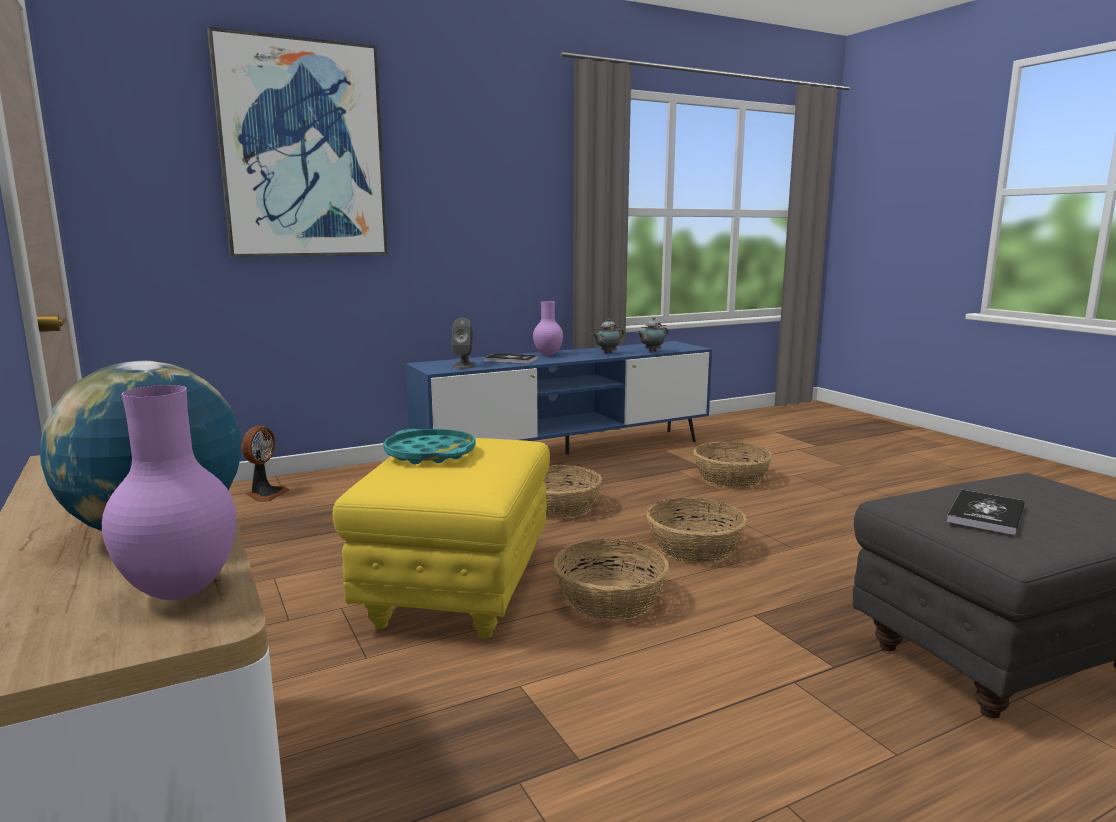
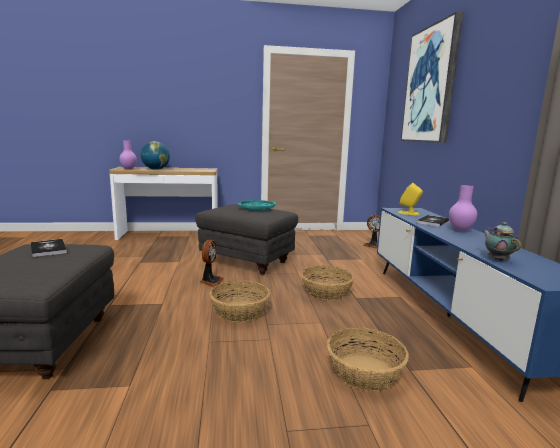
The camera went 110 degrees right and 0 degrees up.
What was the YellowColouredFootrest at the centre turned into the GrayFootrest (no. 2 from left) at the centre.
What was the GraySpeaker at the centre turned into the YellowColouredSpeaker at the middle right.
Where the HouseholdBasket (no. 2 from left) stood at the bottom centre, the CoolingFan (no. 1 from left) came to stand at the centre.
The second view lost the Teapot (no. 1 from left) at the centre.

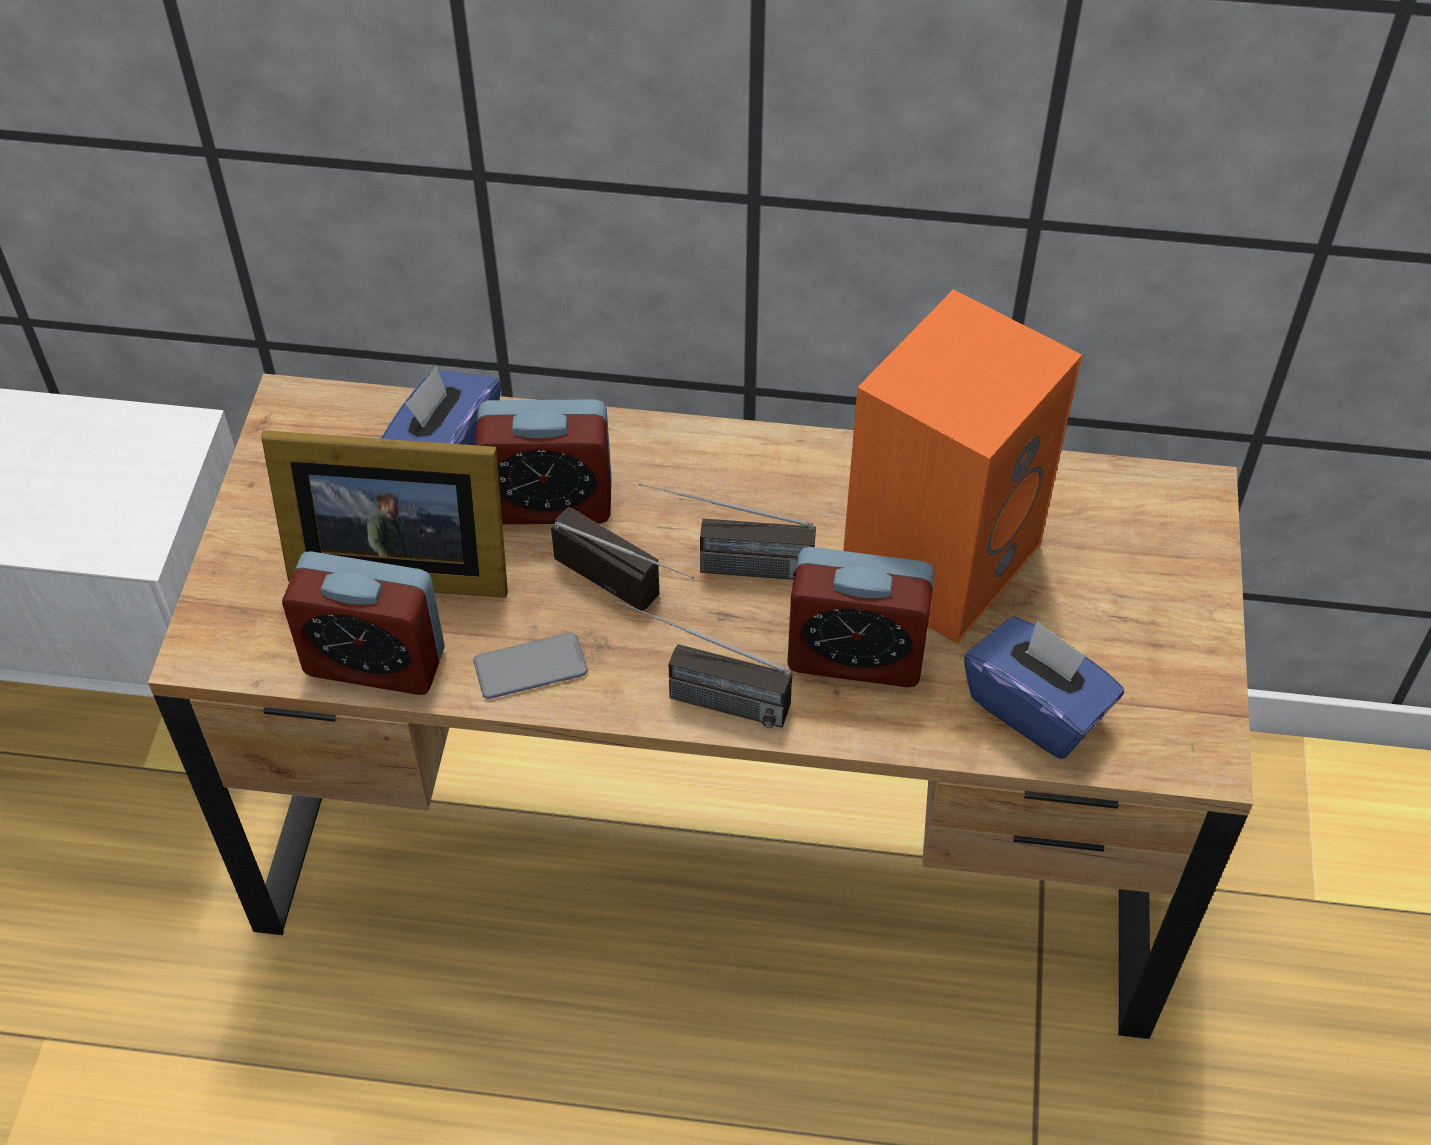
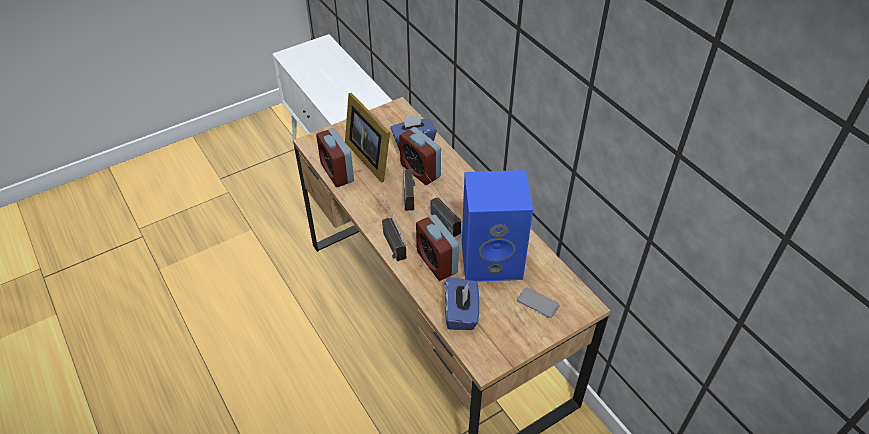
The camera went 50 degrees right and 5 degrees down.
The Telephone ended up elsewhere, having gone from the centre to the bottom centre.
What was the OrangeColouredSpeaker at the middle right turned into the BlueSpeaker at the centre.

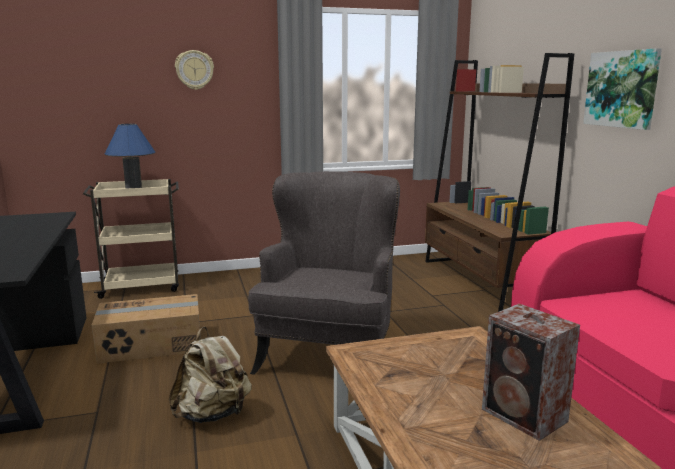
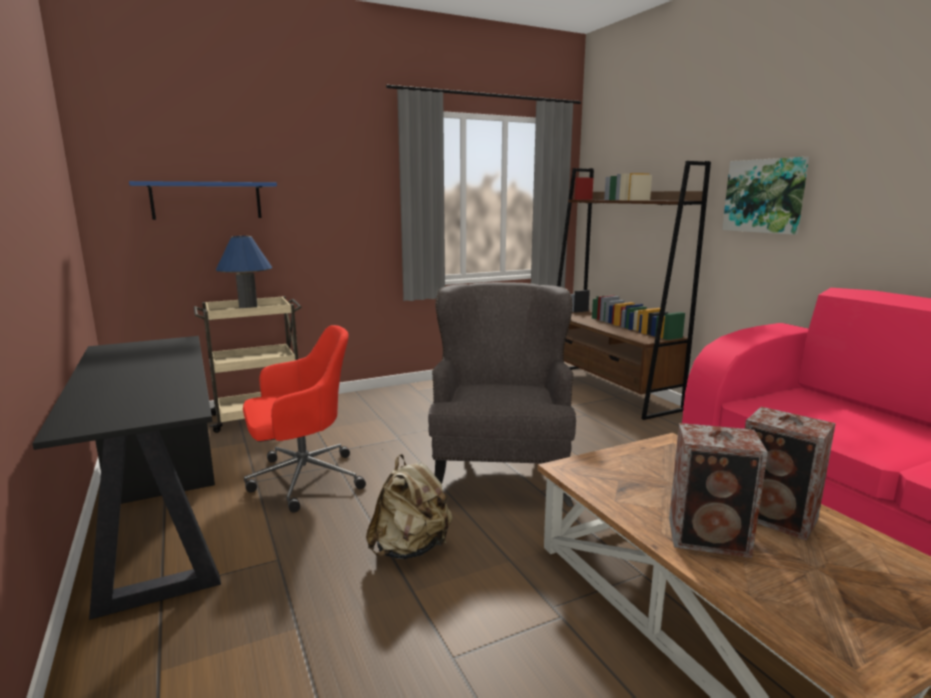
The camera went 10 degrees left and 0 degrees up.
Where the CardboardBox stood at the bottom left, the ReddishDeskChair came to stand at the middle left.
The second view lost the WallClock at the top left.
The second view gained the BlueBracketShelf at the top left.
The second view gained the Speaker (no. 1 from left) at the bottom right.

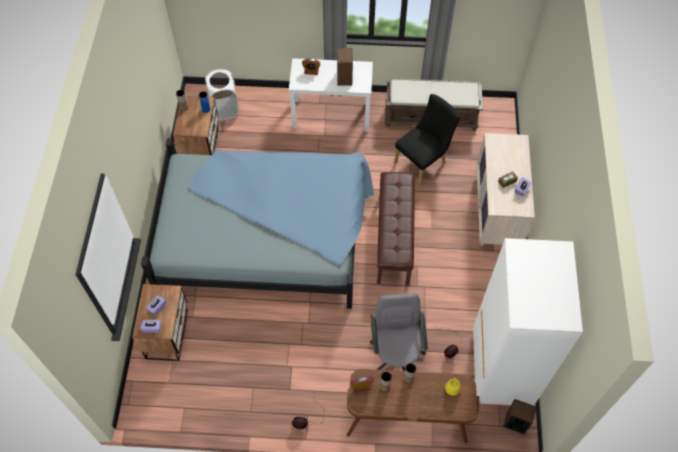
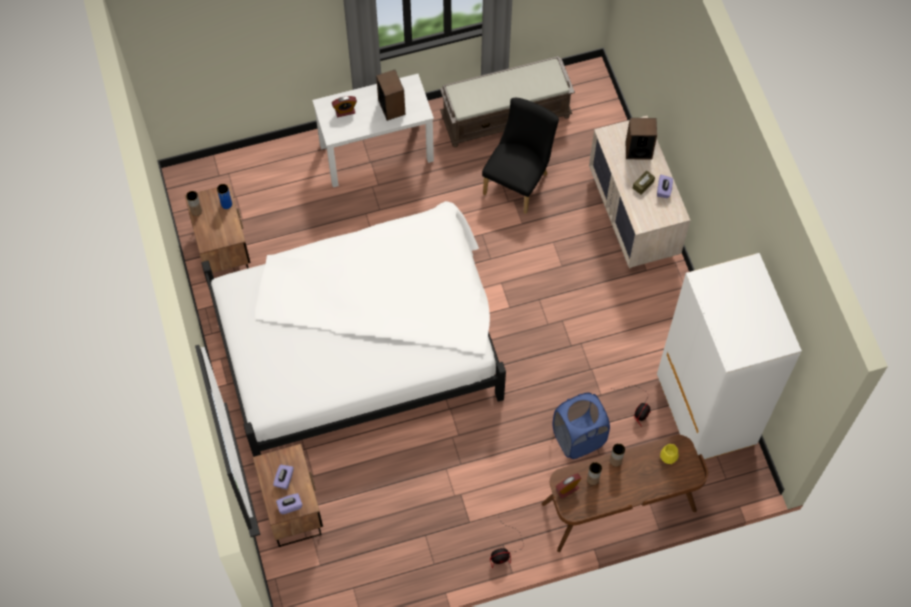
The camera went 20 degrees left and 5 degrees up.
What was the BlueBedroomBed at the centre turned into the WhitishBedroomBed at the centre.
The second view lost the WhitishHamper at the top left.
Where the GrayDeskChair stood at the bottom centre, the BlueHamper came to stand at the bottom centre.
The second view lost the BrownColouredIndoorBench (no. 1 from left) at the centre.
The Speaker (no. 2 from left) ended up elsewhere, having gone from the bottom right to the top right.

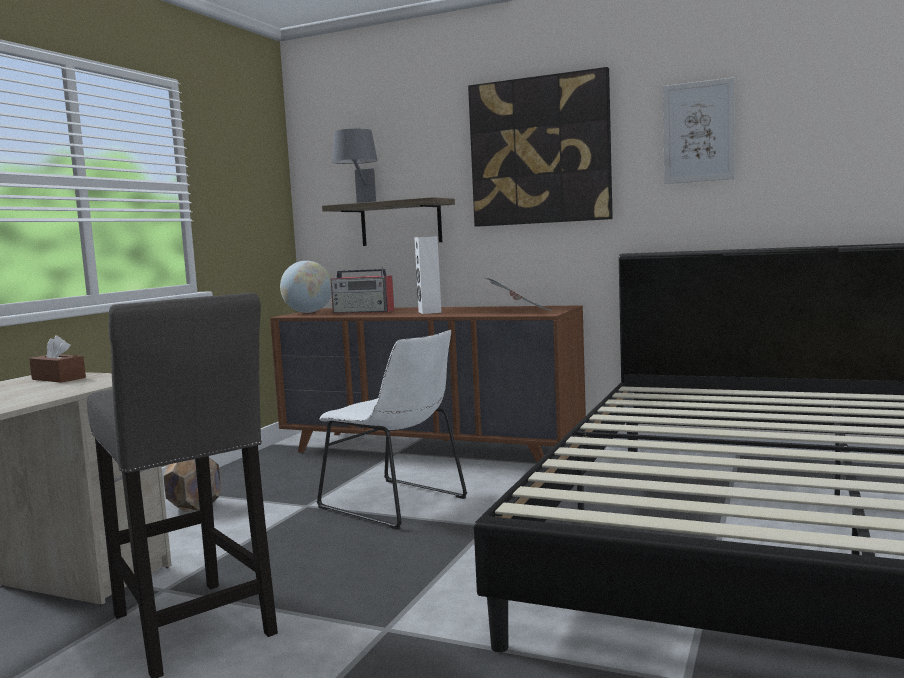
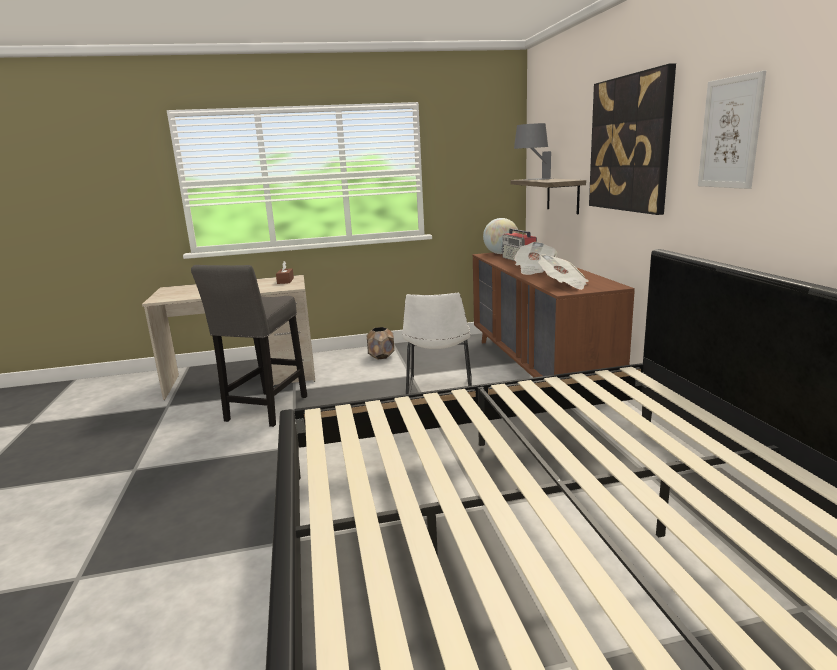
The camera went 55 degrees right and 10 degrees up.
Where the WhitishSpeaker stood at the centre, the PrintedPaper (no. 1 from left) came to stand at the centre.

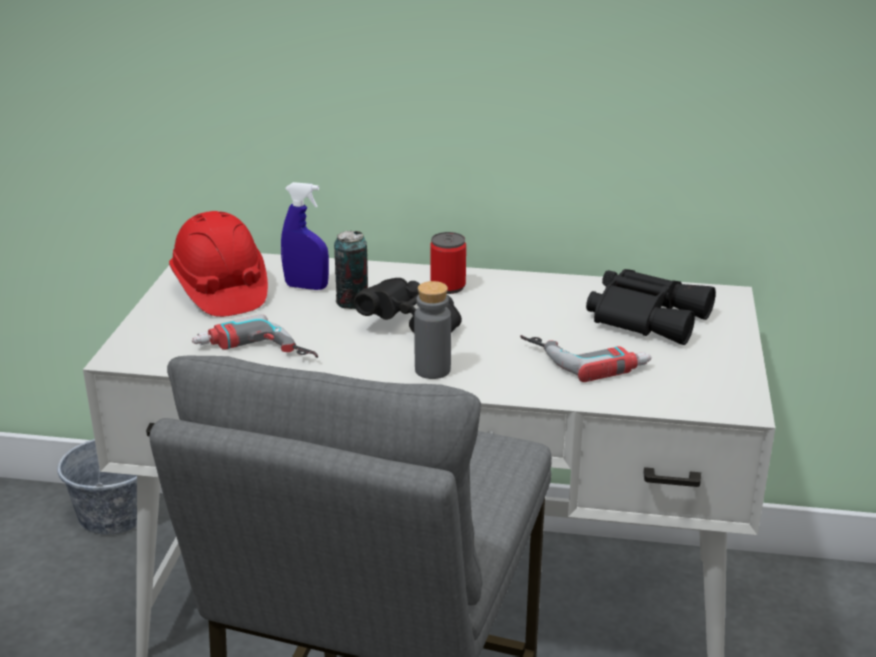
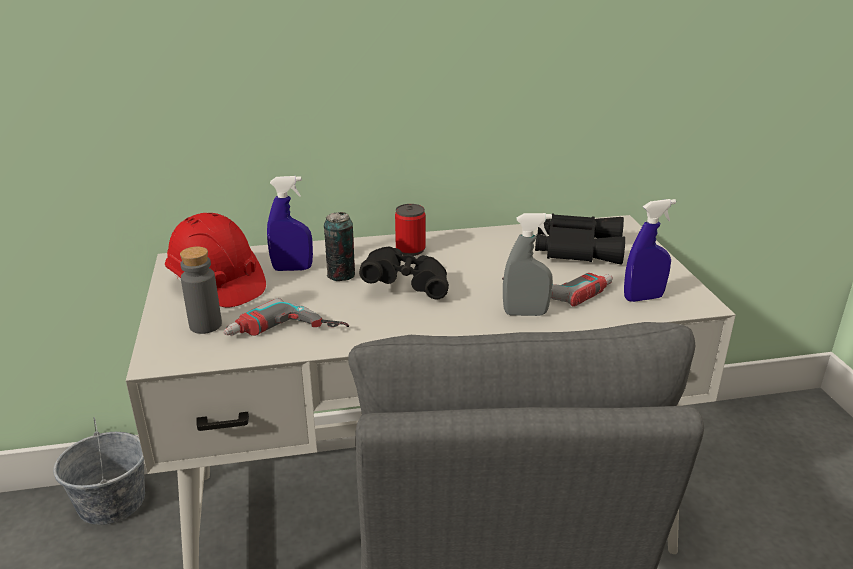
The camera went 20 degrees left and 0 degrees up.
The GrayBeverageBottle ended up elsewhere, having gone from the centre to the middle left.
The second view gained the GraySprayBottle at the centre.
The second view gained the BlueSprayBottle (no. 2 from left) at the middle right.

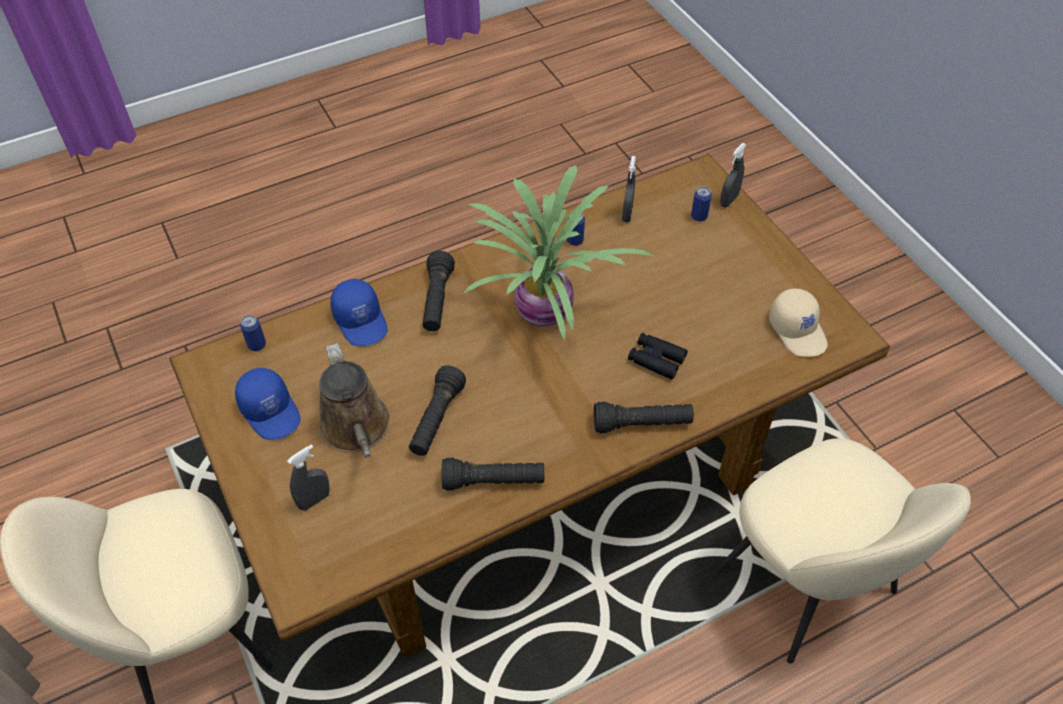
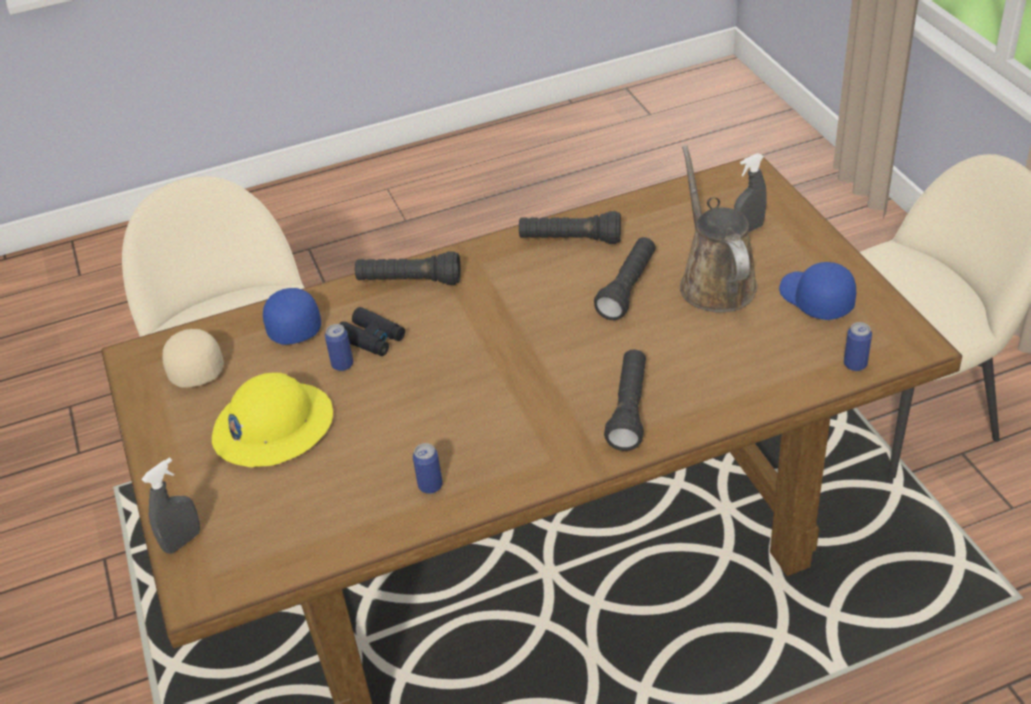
The camera went 170 degrees left and 10 degrees down.
The BluePeakedCap (no. 2 from left in the first image) ended up elsewhere, having gone from the centre to the middle left.
The second view lost the Houseplant at the centre.
The second view lost the GraySprayBottle (no. 2 from left) at the top centre.
The SealedCan (no. 3 from left in the first image) ended up elsewhere, having gone from the top centre to the middle left.
The second view gained the YellowColouredWorkHelmet at the middle left.

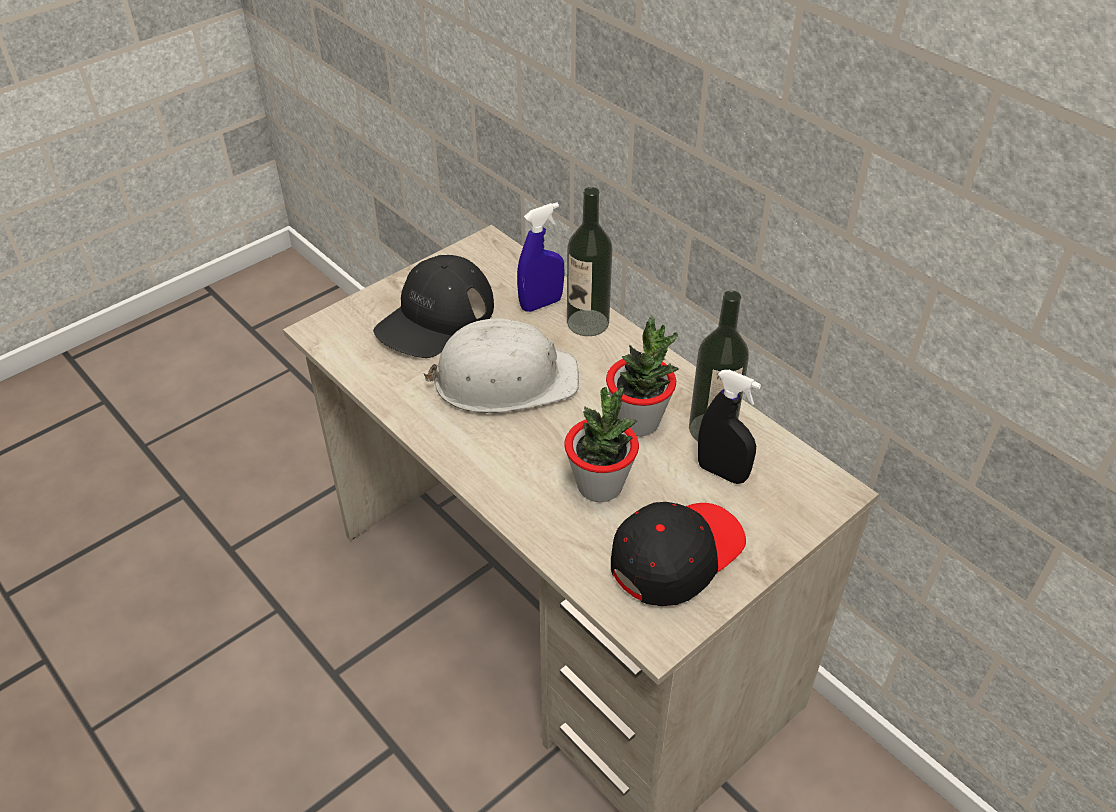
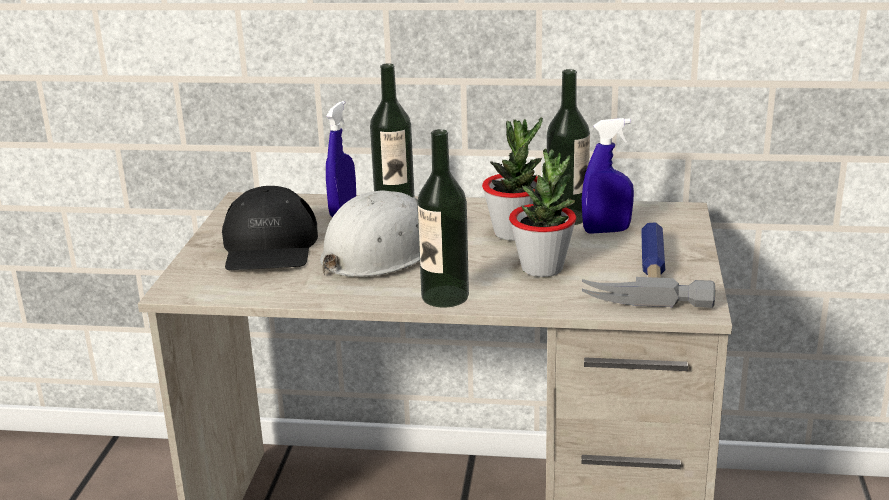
The camera went 40 degrees left and 20 degrees down.
Where the BlackColouredPeakedCap (no. 2 from left) stood at the bottom centre, the HandHammer came to stand at the middle right.
What was the BlackColouredSprayBottle at the centre turned into the BlueSprayBottle (no. 2 from left) at the middle right.
The second view gained the BeverageBottle (no. 2 from left) at the centre.

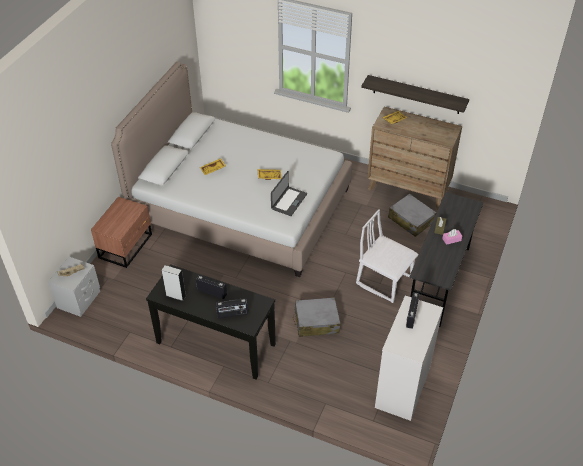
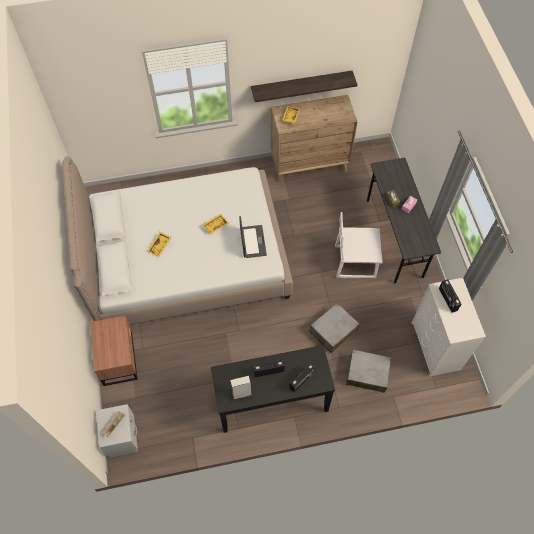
The camera went 35 degrees left and 15 degrees up.
The GraySuitcase (no. 2 from left) ended up elsewhere, having gone from the middle right to the bottom right.

